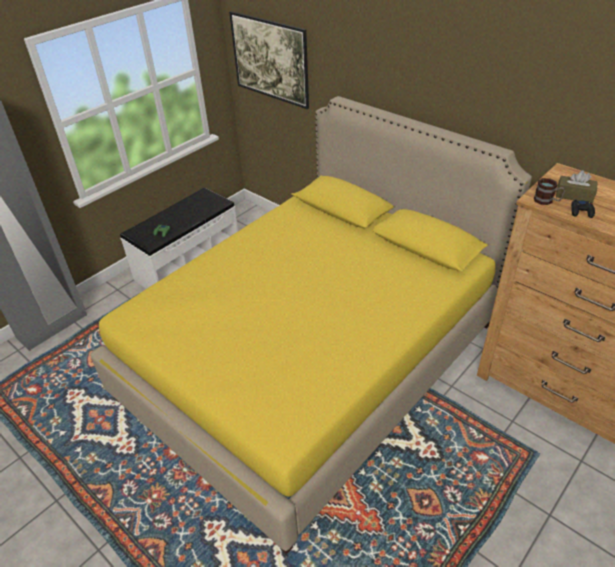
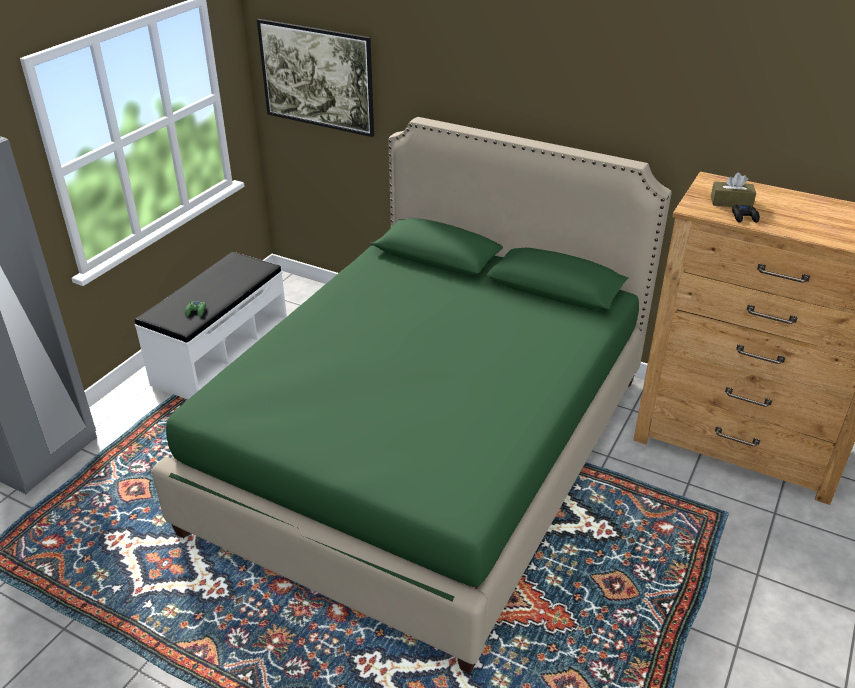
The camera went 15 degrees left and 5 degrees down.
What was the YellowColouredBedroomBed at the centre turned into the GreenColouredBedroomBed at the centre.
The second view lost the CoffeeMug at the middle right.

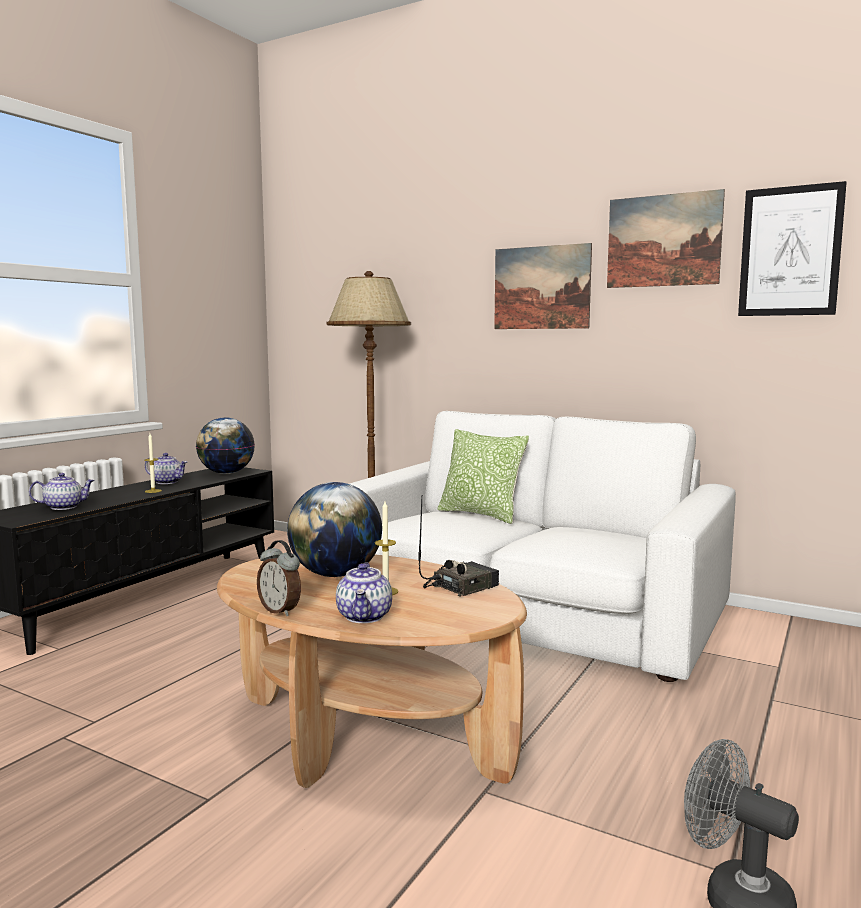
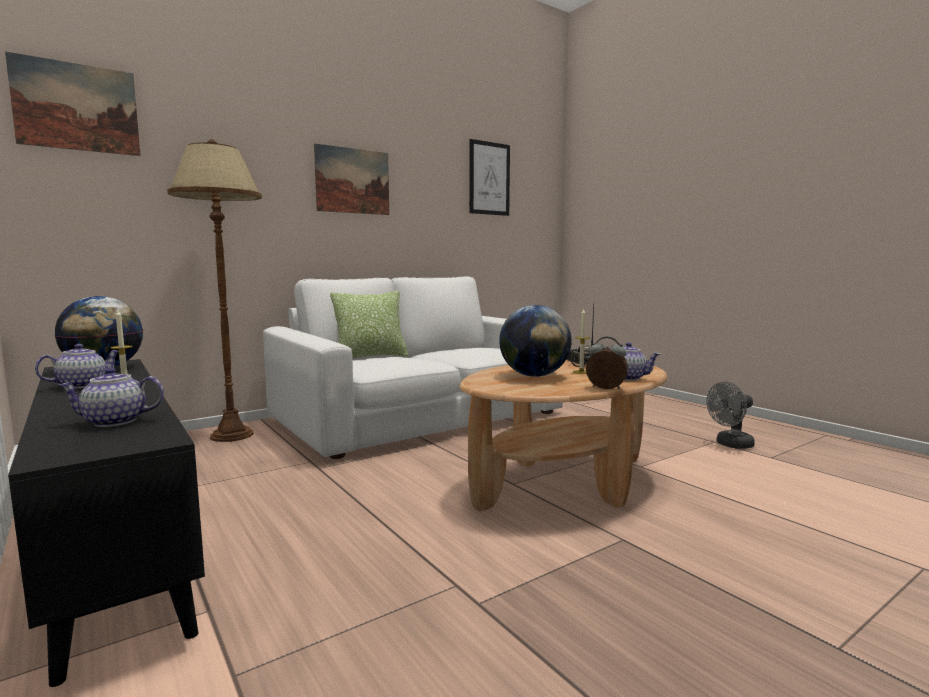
The camera went 65 degrees left and 0 degrees up.
The Teapot (no. 1 from left in the first image) at the middle left ended up facing another way, 105 degrees counterclockwise from before.
The BedsideClock at the middle left ended up facing another way, 135 degrees counterclockwise from before.
The WallArt (no. 2 from left in the first image) ended up elsewhere, having gone from the top right to the top left.

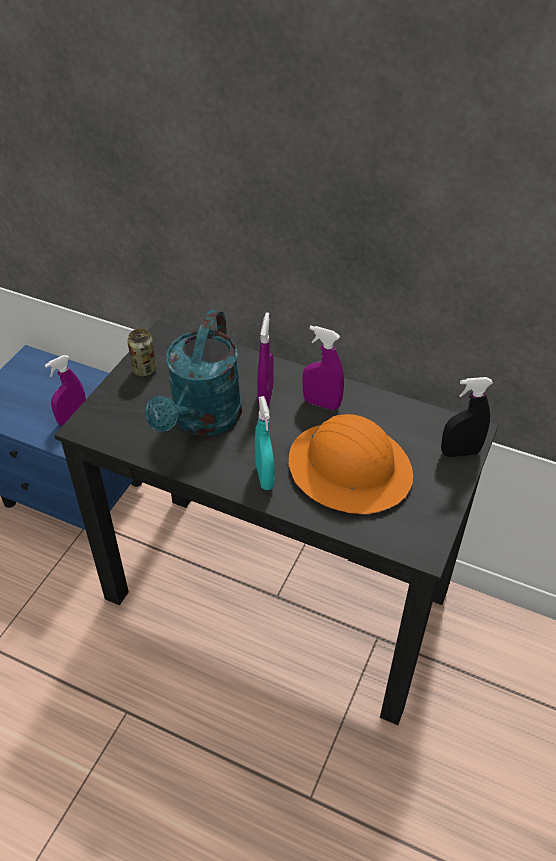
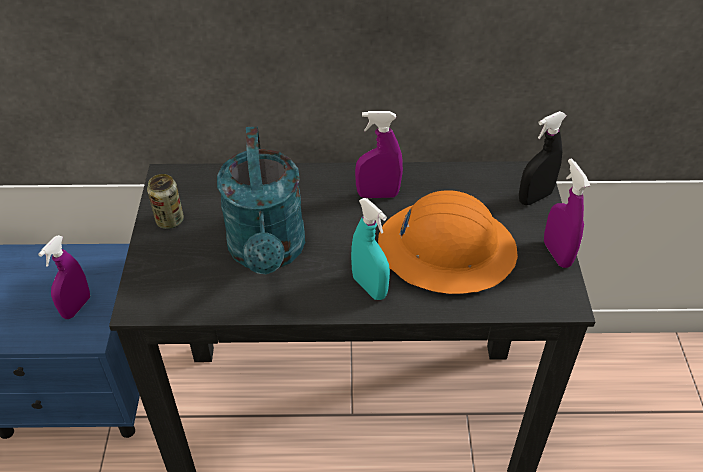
The camera went 25 degrees left and 0 degrees up.
The PurplishSprayBottle (no. 2 from left in the first image) ended up elsewhere, having gone from the centre to the middle right.

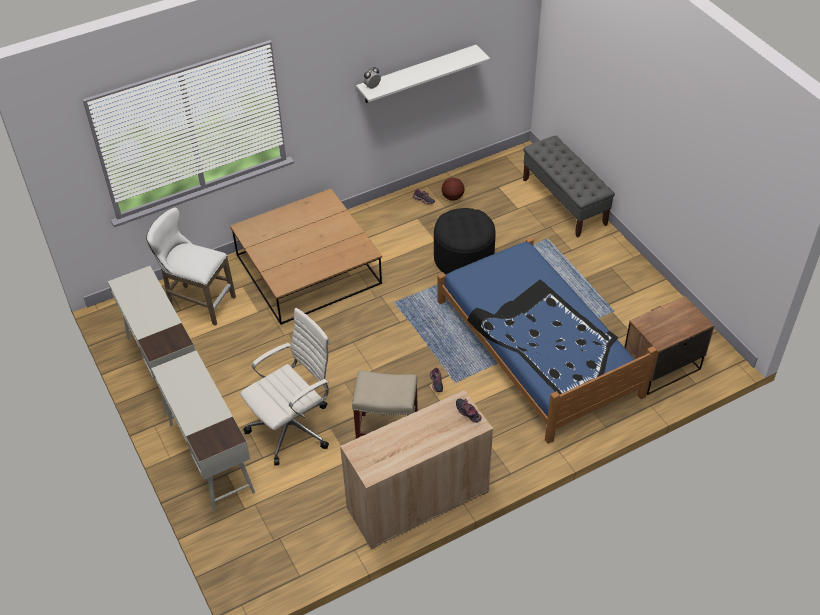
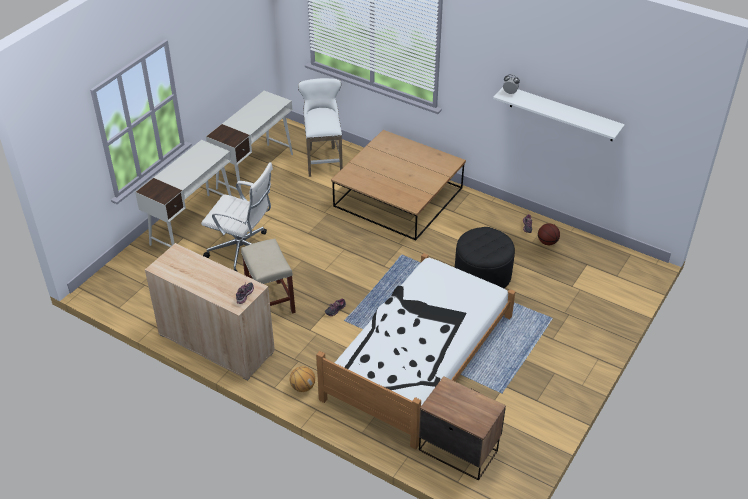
The camera went 60 degrees right and 5 degrees down.
What was the BlueBedroomBed at the middle right turned into the WhitishBedroomBed at the bottom centre.
The second view lost the GrayIndoorBench at the top right.
The second view gained the BallForBasketball (no. 1 from left) at the bottom centre.

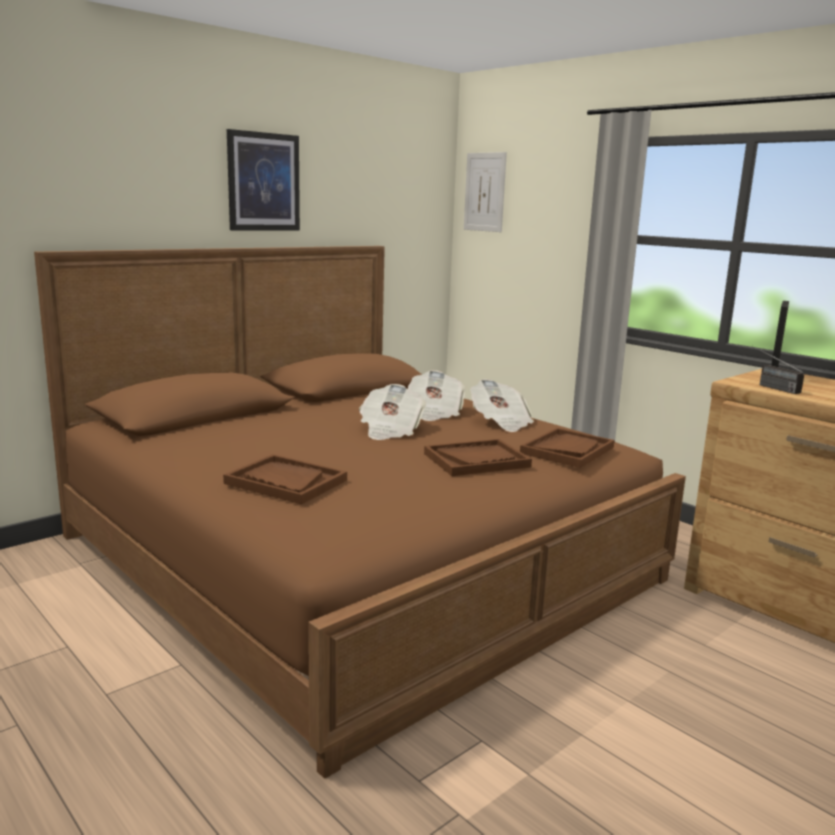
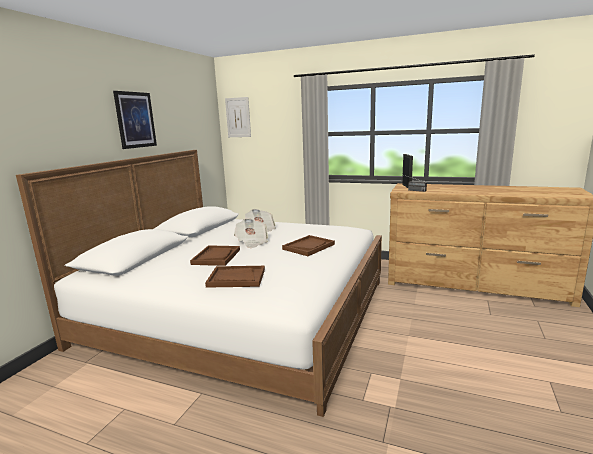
The camera went 25 degrees left and 0 degrees up.
What was the BrownColouredBedroomBed at the centre turned into the WhitishBedroomBed at the centre.
The second view lost the PrintedPaper (no. 3 from left) at the centre.
The BrownColouredCarryingTray (no. 3 from left in the first image) ended up elsewhere, having gone from the middle right to the centre.

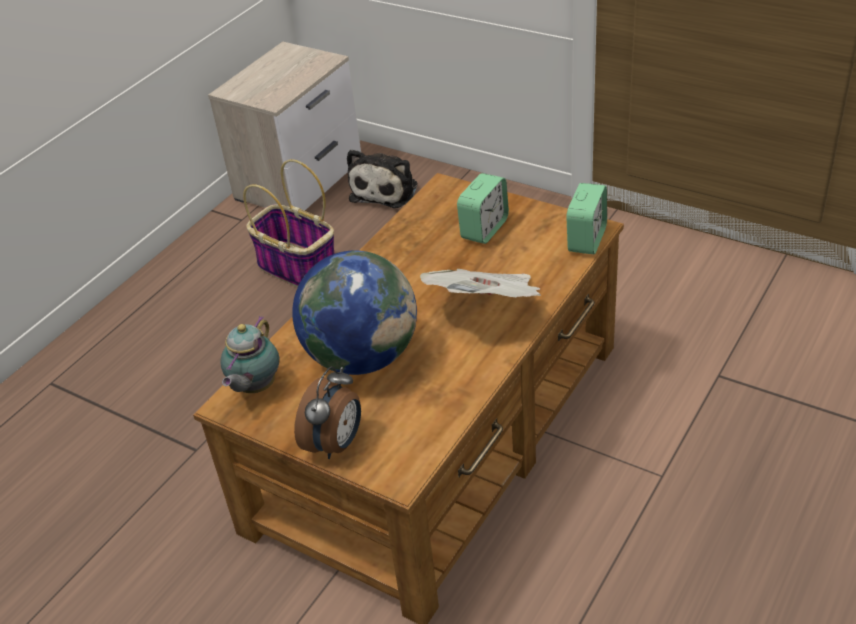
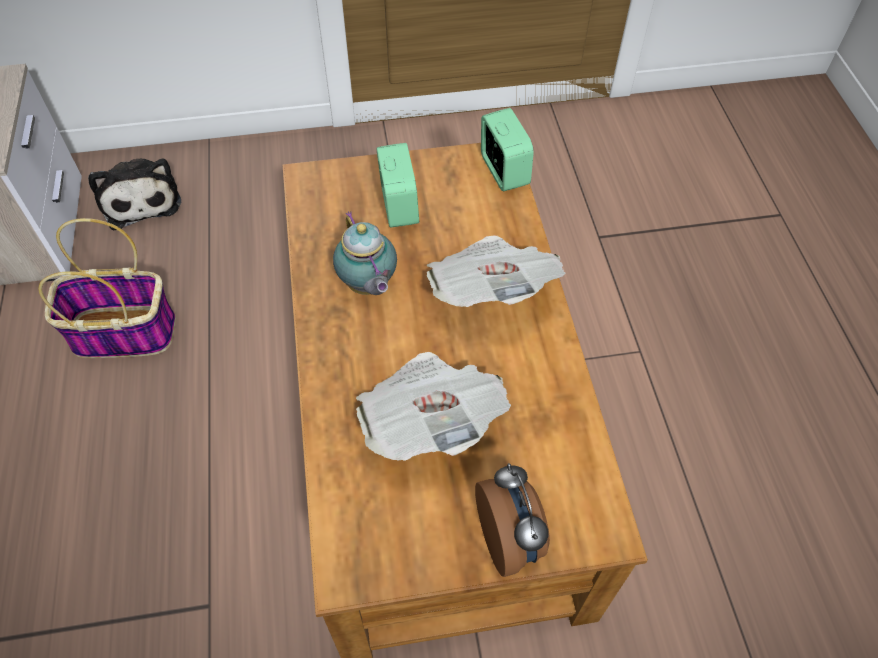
The camera went 45 degrees left and 15 degrees up.
The Teapot ended up elsewhere, having gone from the middle left to the centre.
Where the DeskGlobe stood at the centre, the PrintedPaper (no. 1 from left) came to stand at the centre.

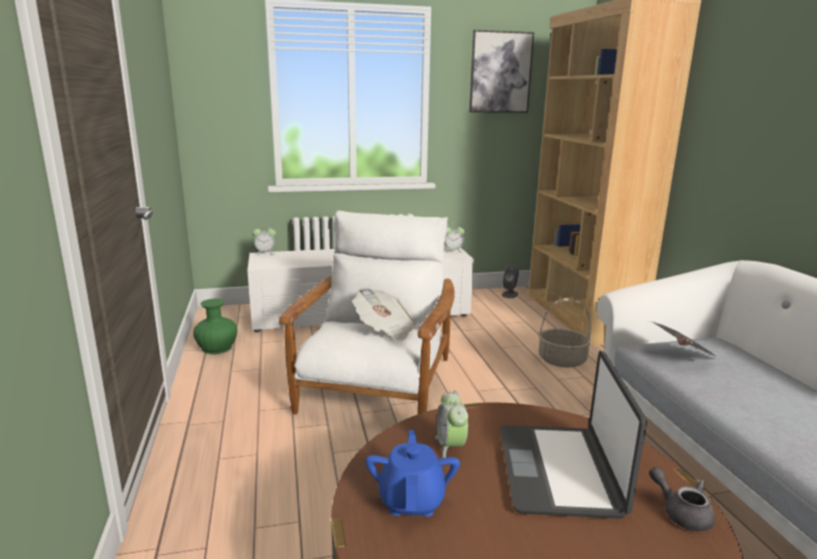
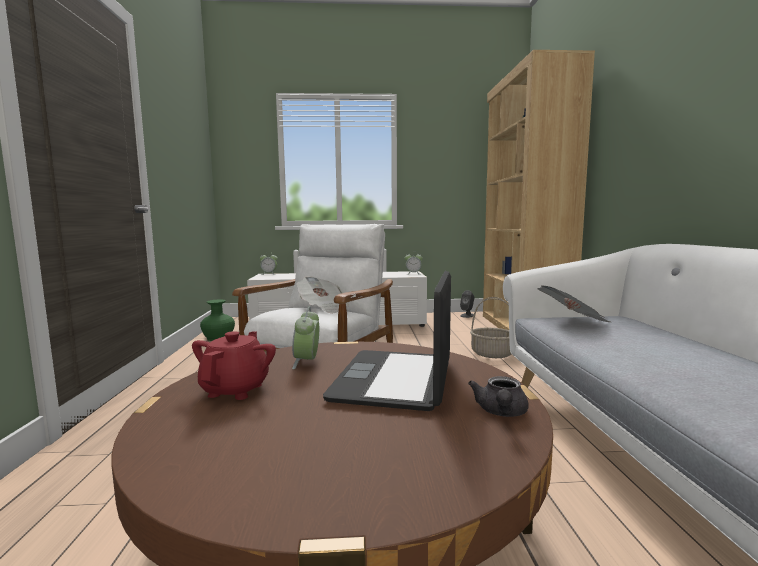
The camera went 10 degrees right and 10 degrees down.
What was the BlueTeapot at the bottom centre turned into the ReddishTeapot at the middle left.
The second view lost the WallArt at the top centre.
The GrayTeapot at the bottom right ended up facing another way, 135 degrees counterclockwise from before.

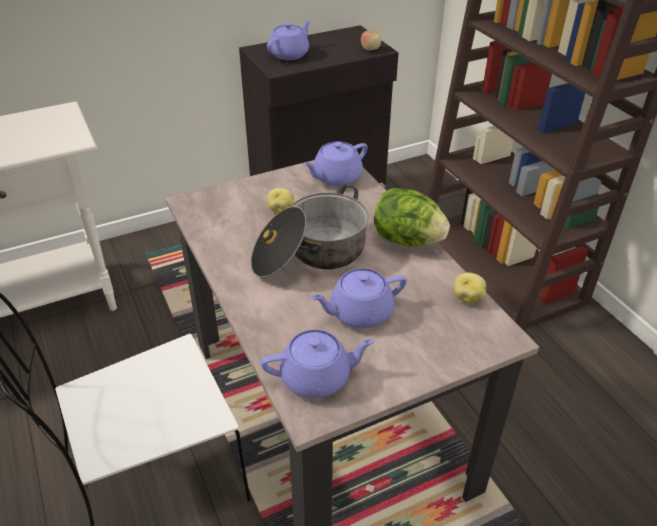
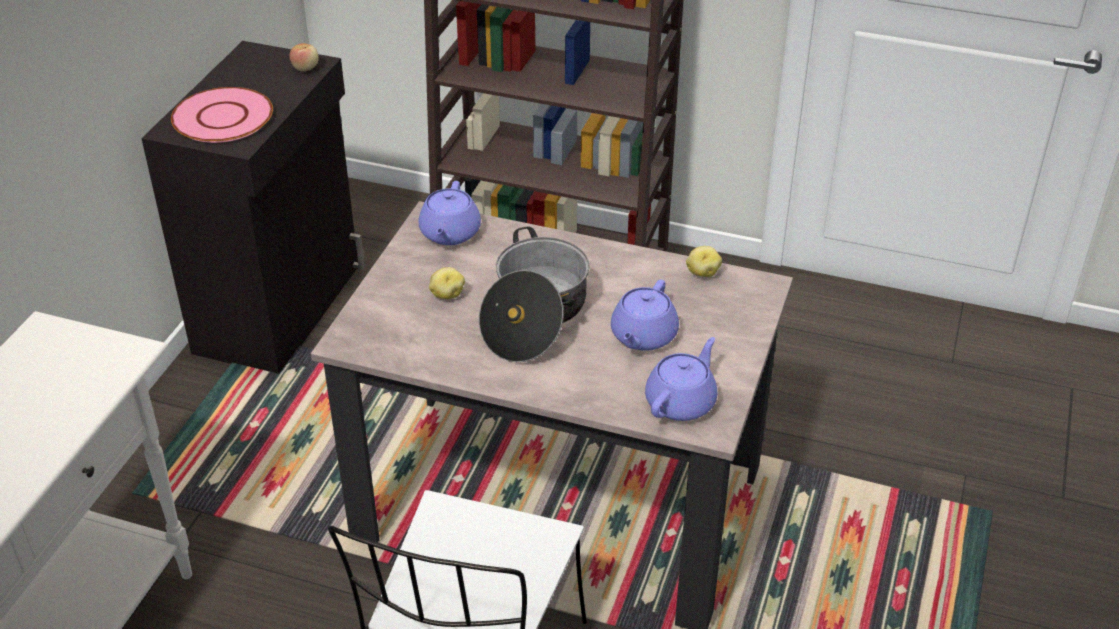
The camera went 45 degrees left and 0 degrees up.
Where the PurplishTeapot (no. 1 from left) stood at the top centre, the PinkDinnerPlate came to stand at the top left.
The second view lost the LettuceHead at the centre.

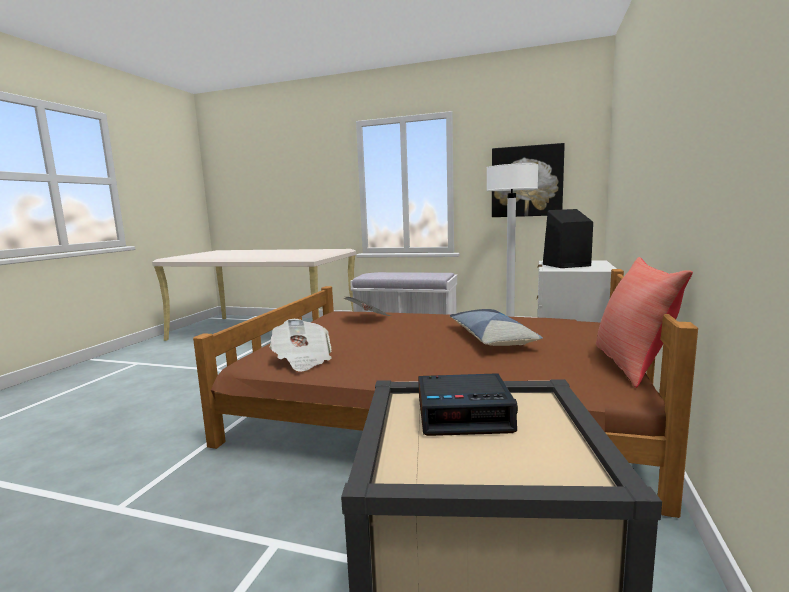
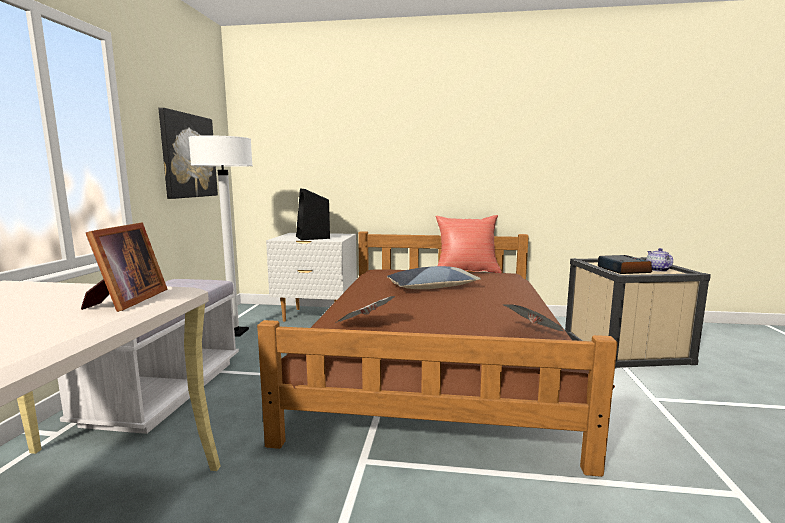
The camera went 100 degrees left and 0 degrees up.
The second view gained the StandingFrame at the middle left.
The second view gained the Teapot at the middle right.

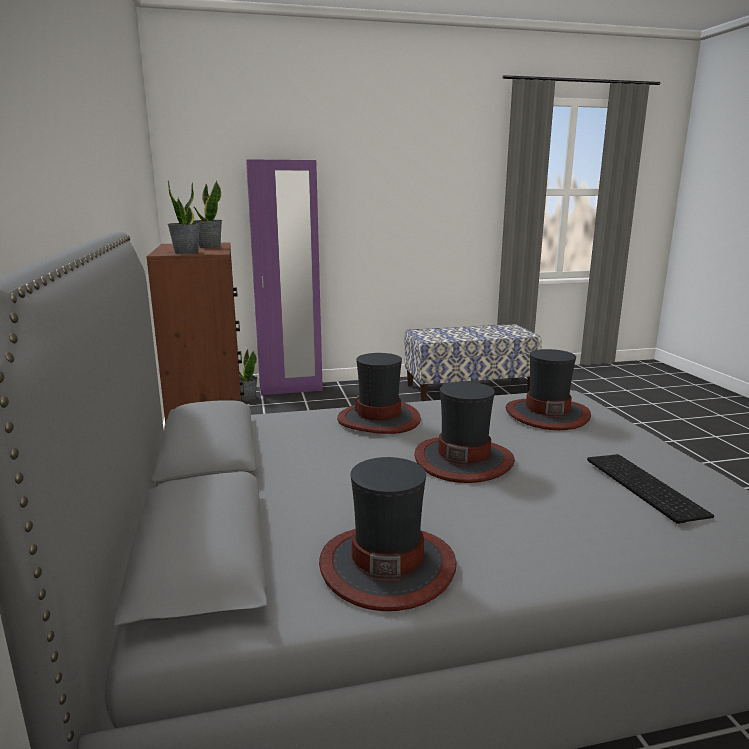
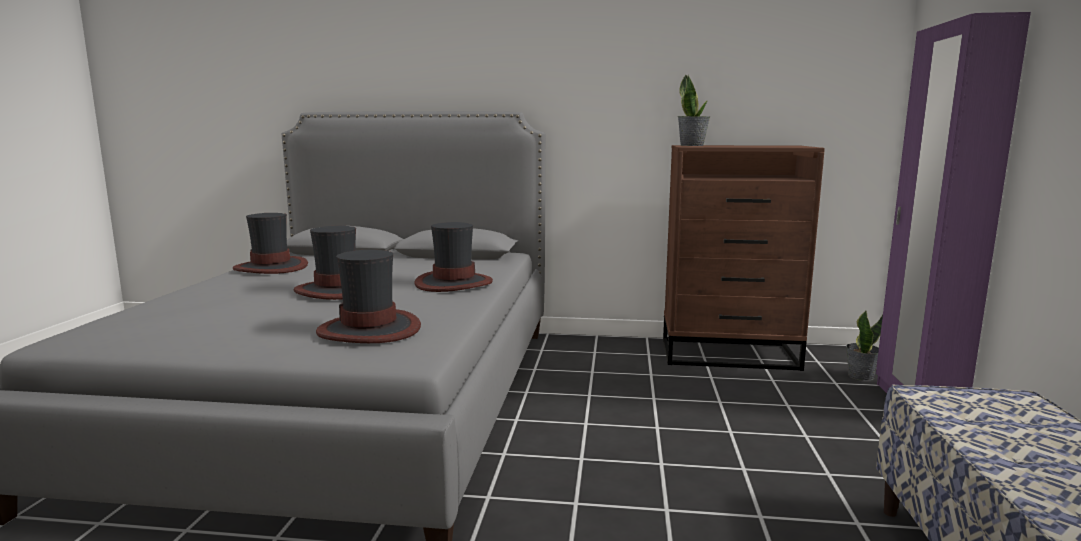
The camera went 110 degrees right and 5 degrees down.
The second view lost the Houseplant (no. 2 from left) at the top left.
The second view lost the ComputerKeyboard at the middle right.

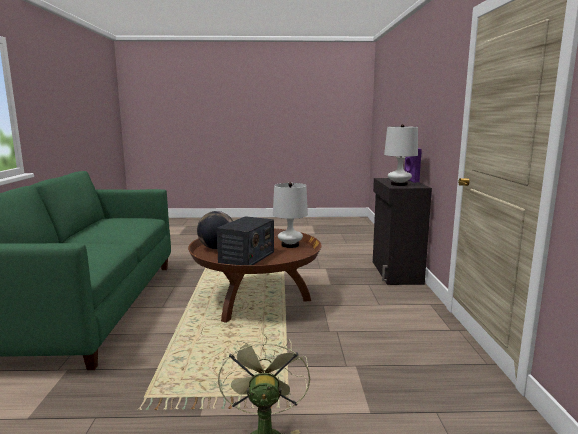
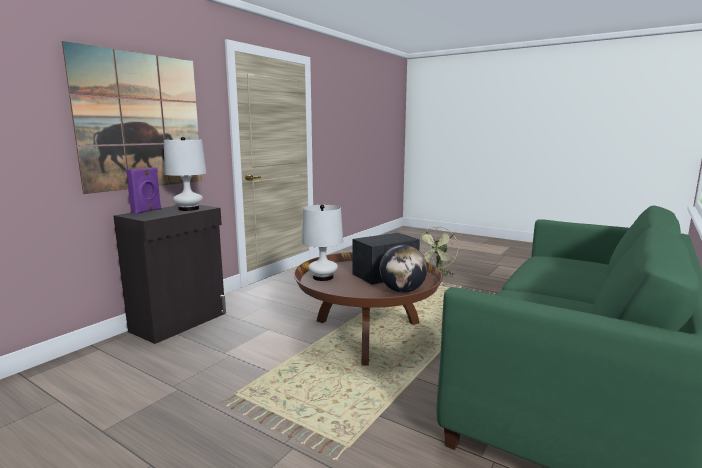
The camera went 145 degrees left and 0 degrees up.
The second view gained the WallArt at the top left.

